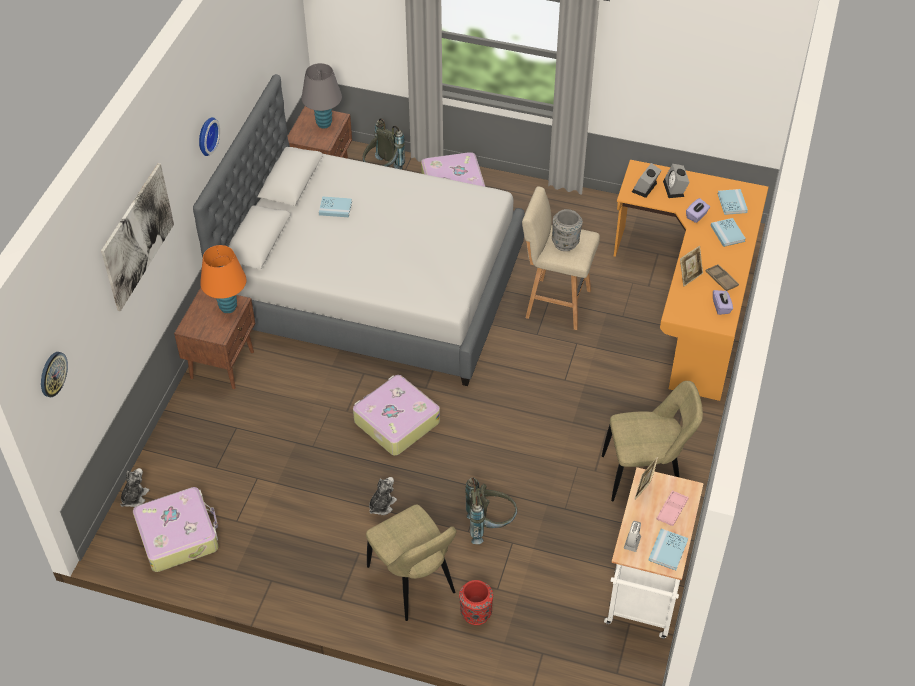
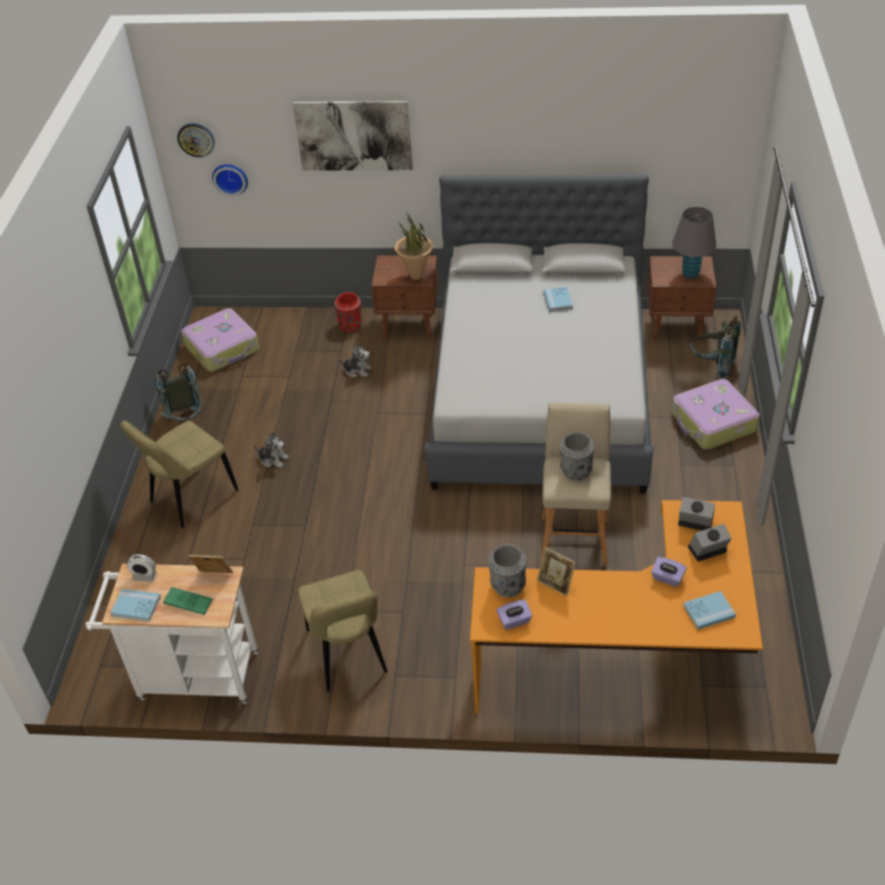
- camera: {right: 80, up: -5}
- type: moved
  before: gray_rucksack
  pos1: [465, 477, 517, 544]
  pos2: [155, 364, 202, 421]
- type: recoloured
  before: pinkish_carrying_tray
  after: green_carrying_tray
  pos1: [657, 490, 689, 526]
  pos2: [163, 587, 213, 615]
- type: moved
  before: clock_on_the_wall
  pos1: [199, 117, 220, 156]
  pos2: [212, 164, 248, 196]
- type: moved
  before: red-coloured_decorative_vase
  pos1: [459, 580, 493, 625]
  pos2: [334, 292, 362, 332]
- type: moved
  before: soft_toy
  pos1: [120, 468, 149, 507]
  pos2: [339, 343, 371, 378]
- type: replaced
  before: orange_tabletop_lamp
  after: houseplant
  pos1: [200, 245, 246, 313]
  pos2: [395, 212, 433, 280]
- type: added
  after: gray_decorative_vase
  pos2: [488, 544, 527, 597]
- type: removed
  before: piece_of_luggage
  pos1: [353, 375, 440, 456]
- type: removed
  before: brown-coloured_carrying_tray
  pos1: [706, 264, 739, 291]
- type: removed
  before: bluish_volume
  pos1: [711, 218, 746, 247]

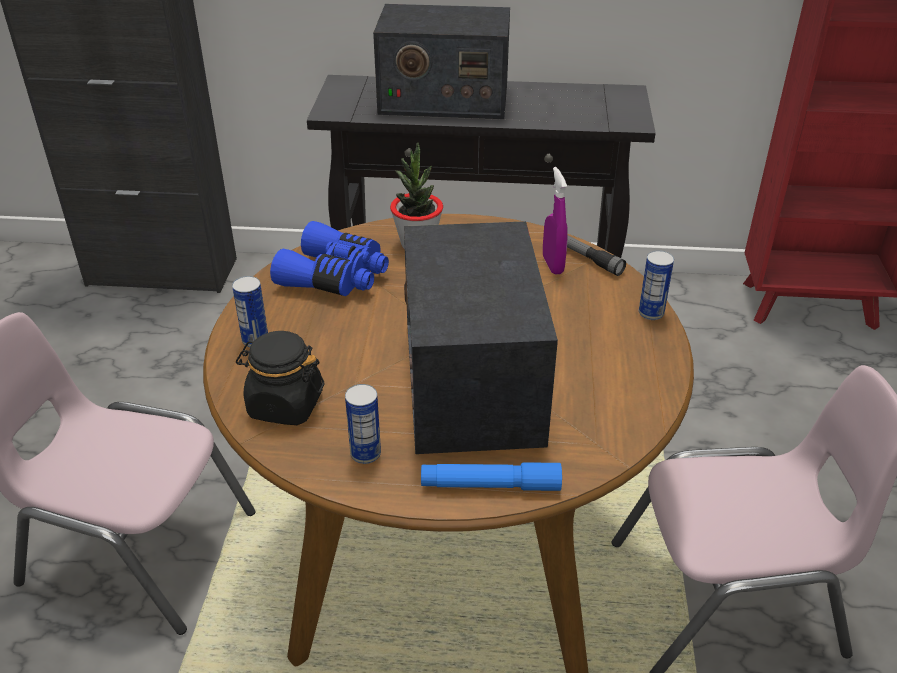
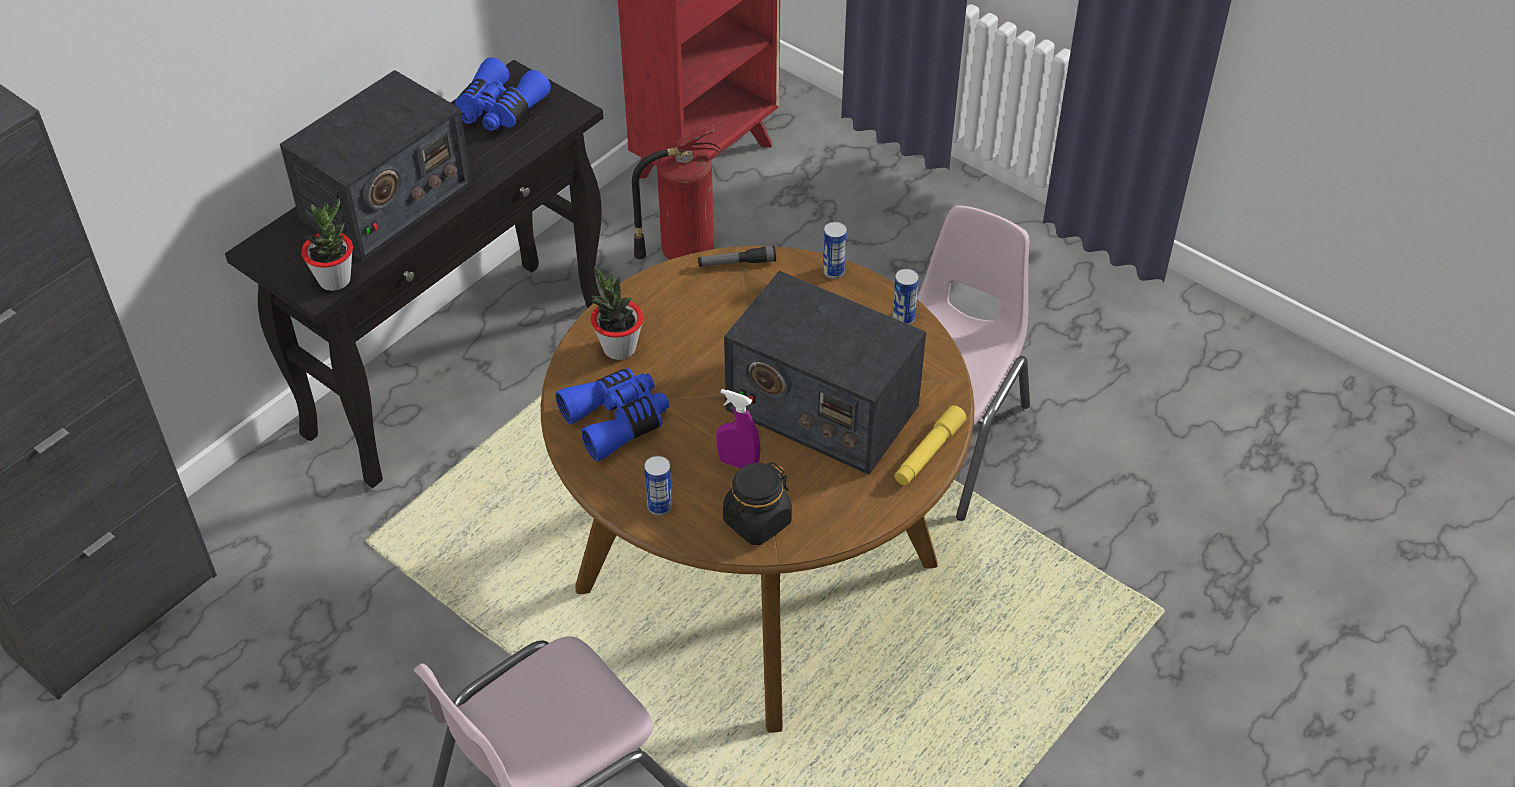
- camera: {right: -55, up: 10}
- type: added
  after: houseplant
  pos2: [301, 199, 353, 291]
- type: added
  after: bluish_field_glasses
  pos2: [455, 57, 551, 131]
- type: added
  after: fire-fighting_cylinder
  pos2: [632, 125, 722, 260]
- type: moved
  before: purple-coloured_sprayer
  pos1: [543, 167, 568, 275]
  pos2: [716, 389, 761, 469]
- type: moved
  before: sealed_can
  pos1: [345, 384, 381, 464]
  pos2: [892, 269, 919, 325]
- type: recoloured
  before: bluish_flashlight
  after: yellow-coloured_flashlight
  pos1: [421, 462, 562, 491]
  pos2: [894, 405, 967, 485]

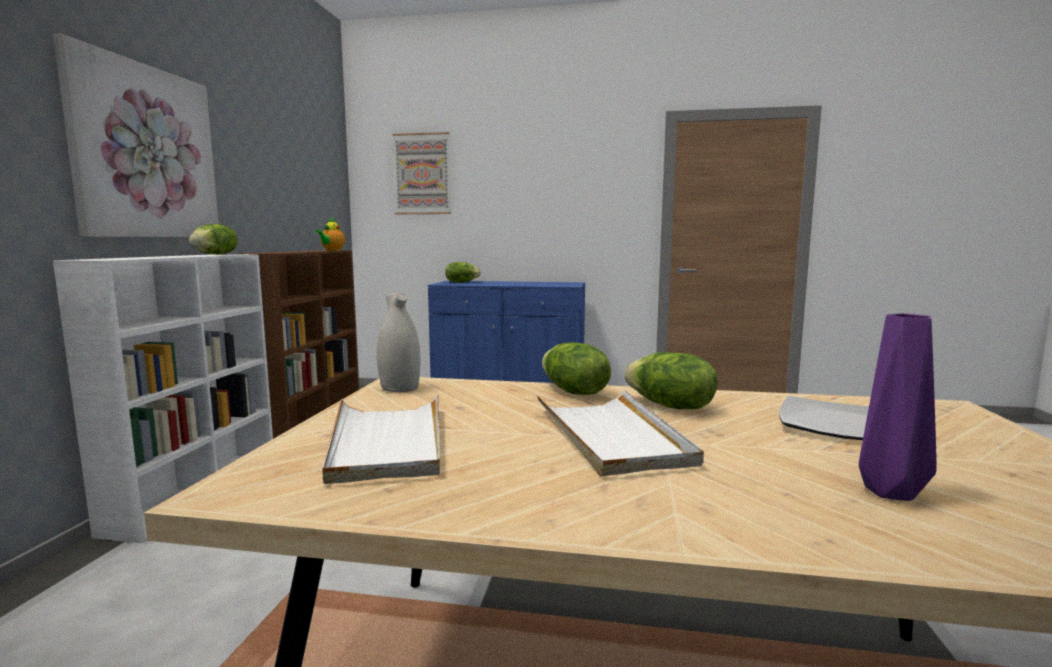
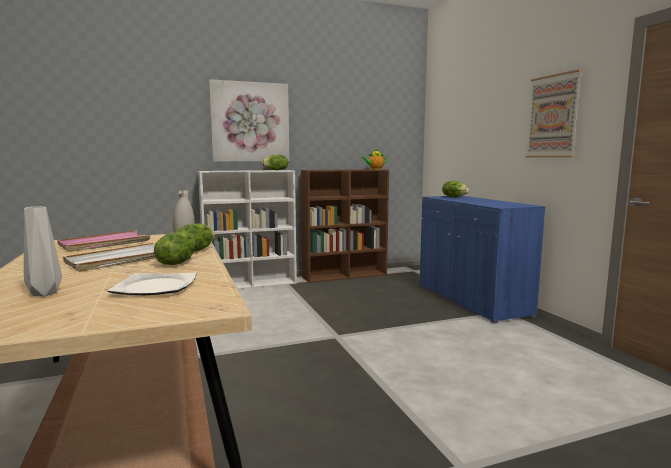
- camera: {right: 60, up: 0}
- type: recoloured
  before: purple-coloured_decorative_vase
  after: gray_decorative_vase
  pos1: [859, 313, 937, 501]
  pos2: [24, 206, 62, 296]
- type: recoloured
  before: whitish_carrying_tray
  after: pinkish_carrying_tray
  pos1: [322, 394, 440, 484]
  pos2: [57, 230, 150, 252]
- type: moved
  before: wall_art
  pos1: [392, 132, 451, 214]
  pos2: [525, 69, 582, 157]

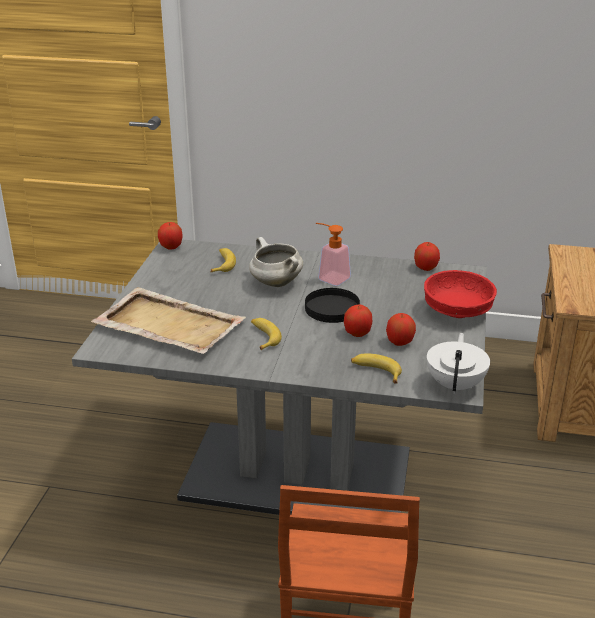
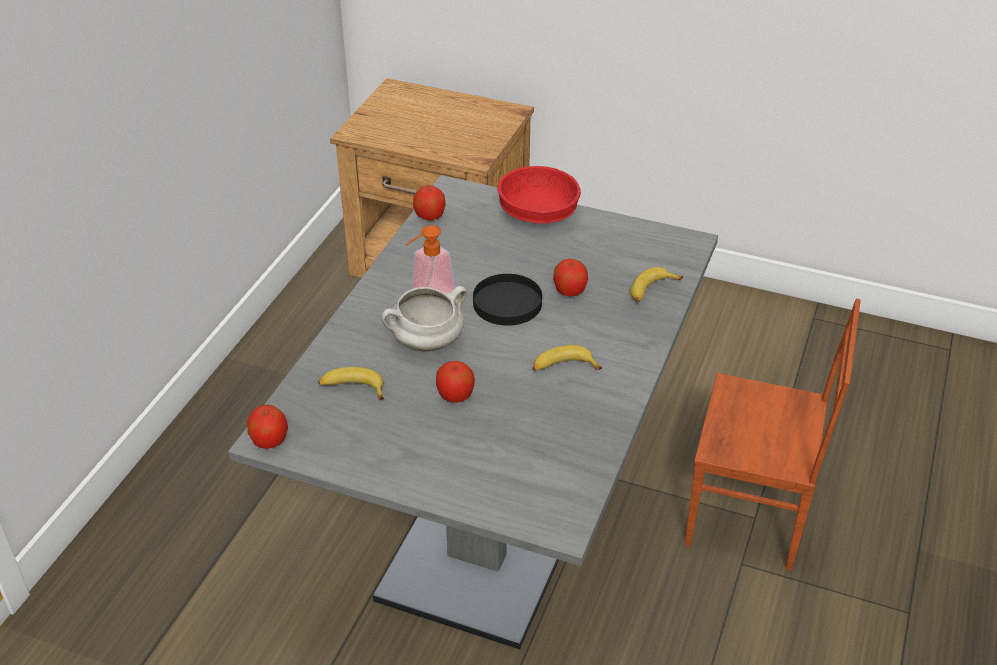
- camera: {right: -80, up: 10}
- type: moved
  before: whole_apple
  pos1: [386, 313, 416, 346]
  pos2: [436, 361, 475, 403]
- type: removed
  before: beige_carrying_tray
  pos1: [91, 287, 246, 354]
- type: removed
  before: whitish_tea_pot
  pos1: [427, 333, 490, 394]

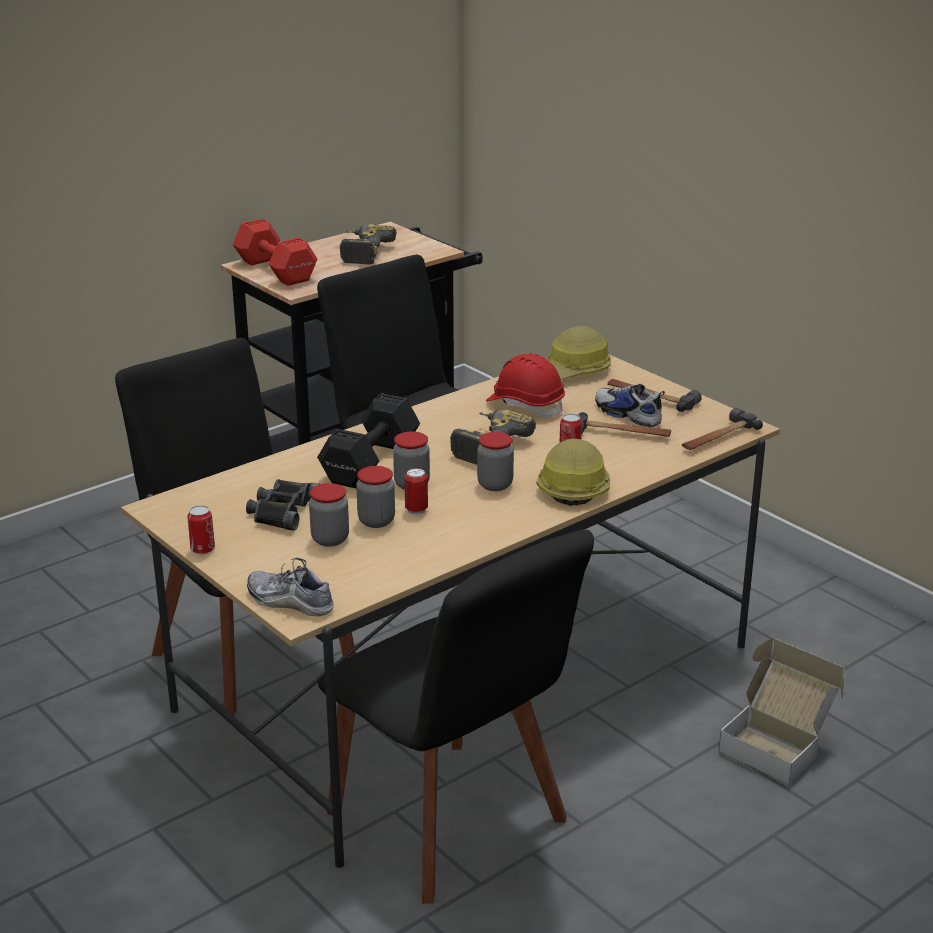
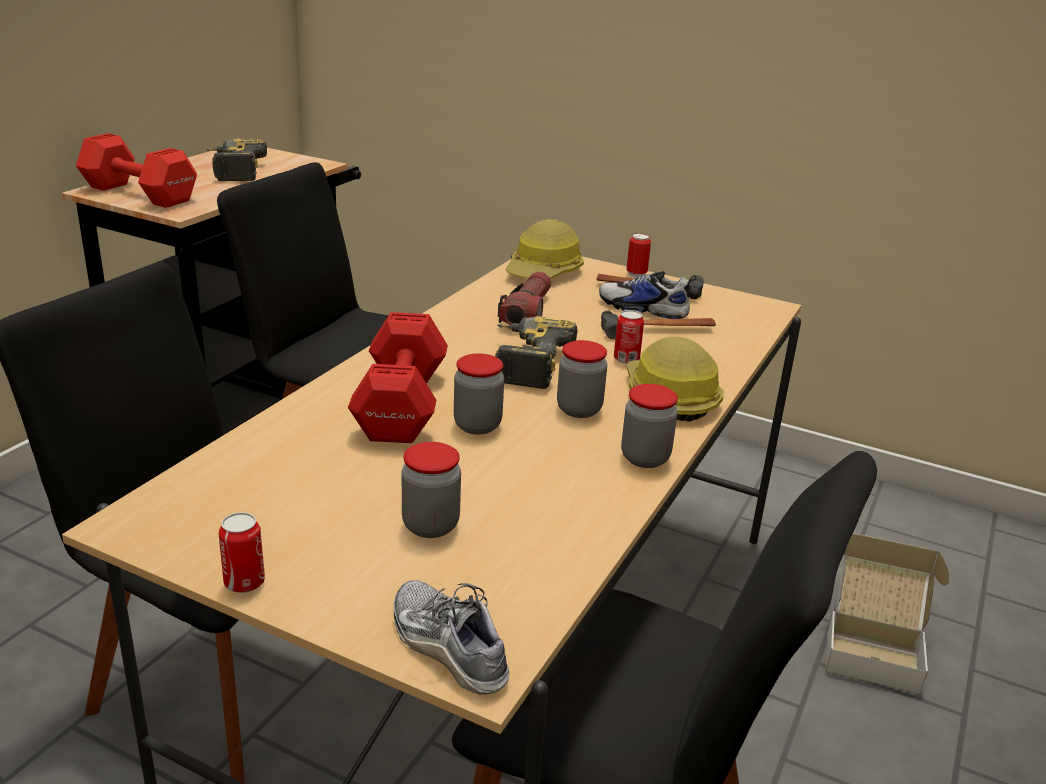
- camera: {right: -25, up: 0}
- type: recoloured
  before: blackish_dumbbell
  after: red-coloured_dumbbell
  pos1: [317, 393, 420, 489]
  pos2: [348, 312, 448, 443]
- type: turned
  before: low_shoe
  pos1: [247, 558, 334, 616]
  pos2: [394, 580, 509, 695]
  turn: 45
- type: replaced
  before: red-coloured_work_helmet
  after: flashlight
  pos1: [486, 354, 565, 417]
  pos2: [498, 271, 551, 325]
- type: moved
  before: preserve_jar
  pos1: [356, 466, 395, 528]
  pos2: [621, 384, 678, 468]
- type: moved
  before: sealed_can
  pos1: [404, 468, 428, 515]
  pos2: [626, 233, 651, 277]
- type: removed
  before: blackish_field_glasses
  pos1: [246, 479, 320, 531]
- type: removed
  before: hammer
  pos1: [682, 408, 763, 450]

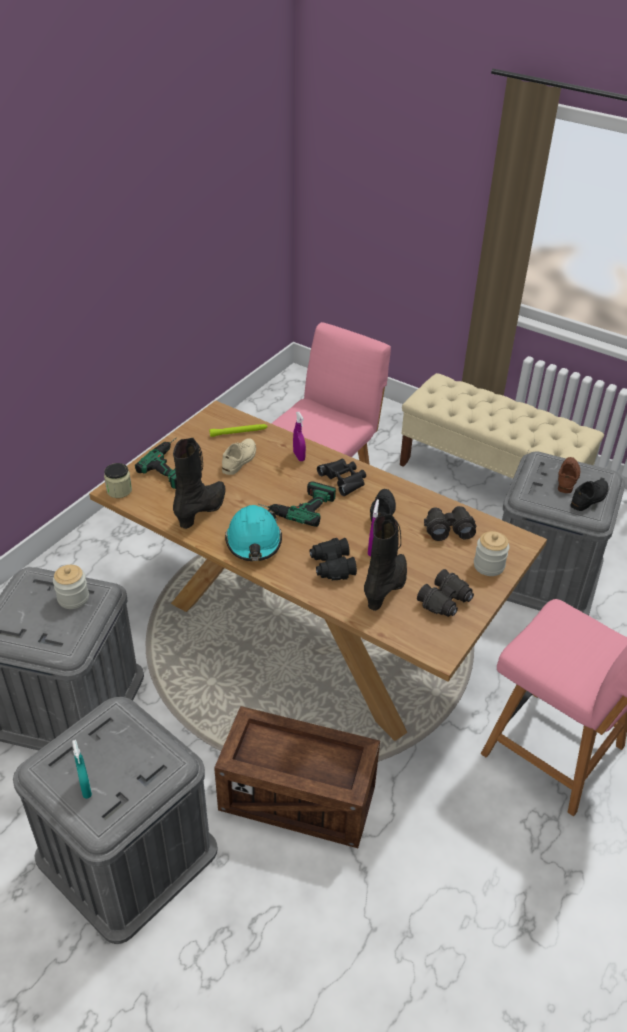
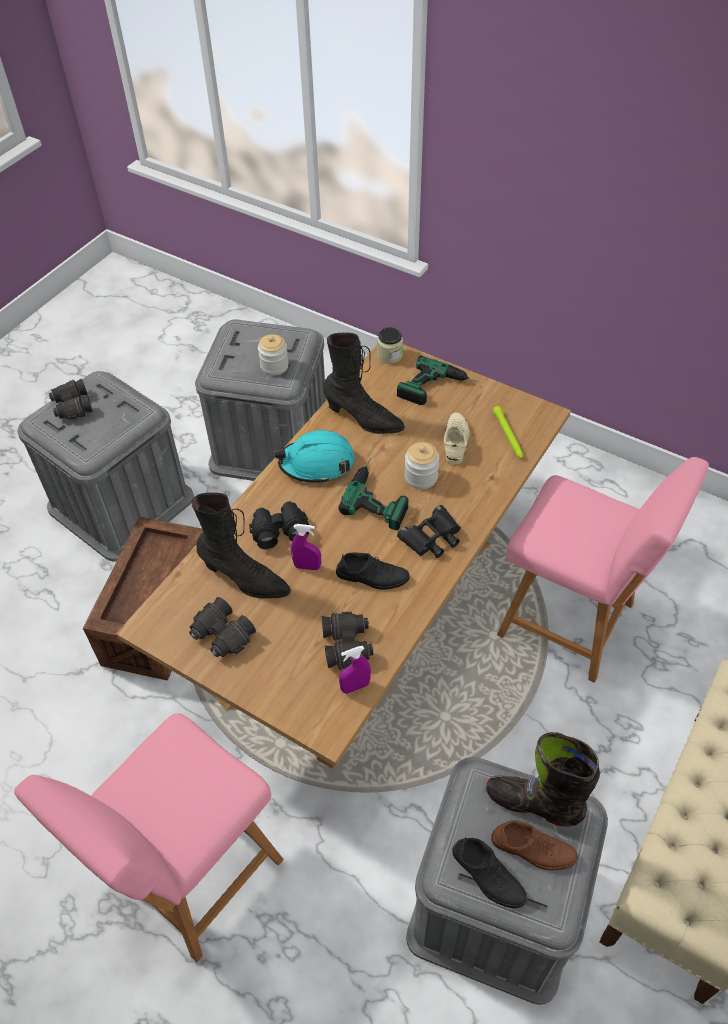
- camera: {right: 90, up: 10}
- type: replaced
  before: turquoise-coloured_sprayer
  after: blackish_field_glasses
  pos1: [72, 740, 92, 799]
  pos2: [49, 378, 93, 420]
- type: moved
  before: purple-coloured_sprayer
  pos1: [293, 412, 306, 461]
  pos2: [339, 646, 371, 694]
- type: moved
  before: preserve_jar
  pos1: [474, 531, 510, 576]
  pos2: [405, 442, 439, 489]
- type: turned
  before: beige_low_shoe
  pos1: [222, 438, 256, 475]
  pos2: [444, 412, 469, 464]
  turn: -105
- type: added
  after: blackish_boot
  pos2: [486, 732, 601, 827]

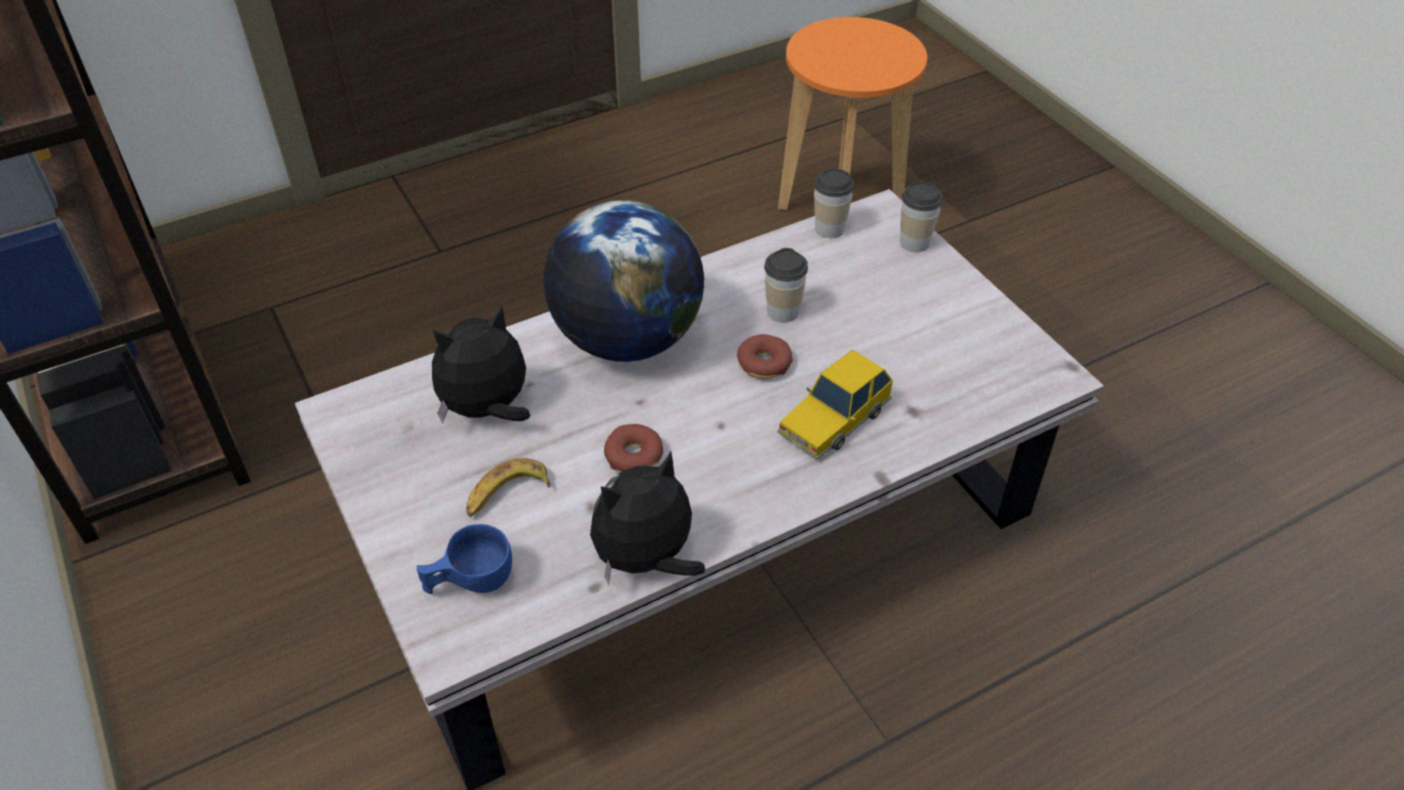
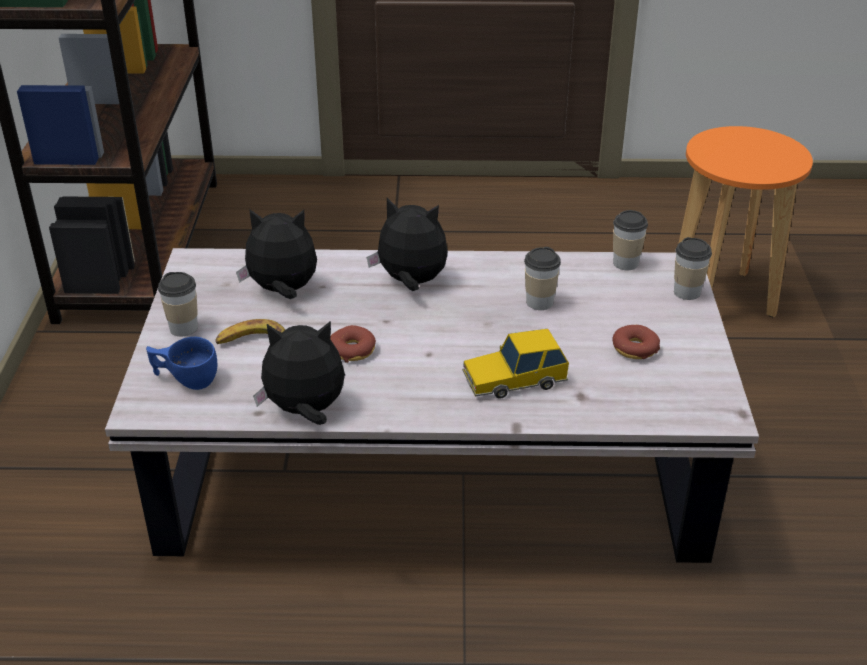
- camera: {right: 30, up: -10}
- type: added
  after: drinking_cup
  pos2: [158, 272, 198, 336]
- type: replaced
  before: globe
  after: soft_toy
  pos1: [544, 200, 704, 362]
  pos2: [366, 198, 448, 291]
- type: moved
  before: donut
  pos1: [737, 334, 793, 379]
  pos2: [612, 325, 660, 359]

